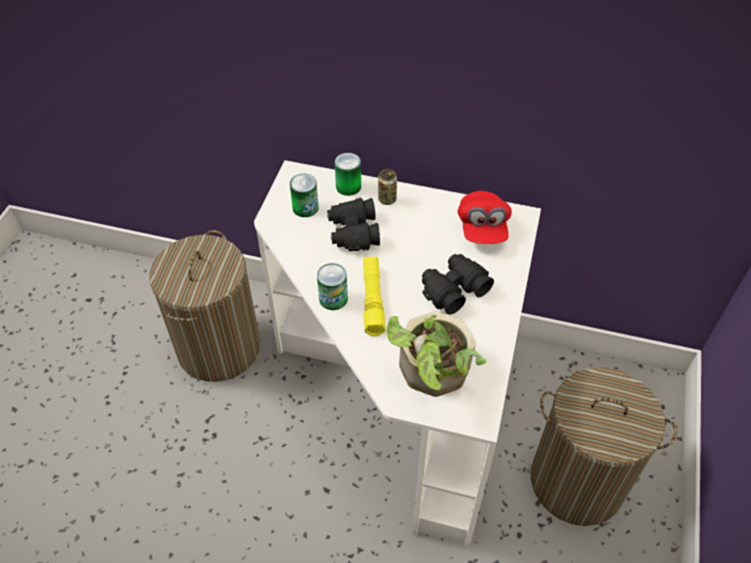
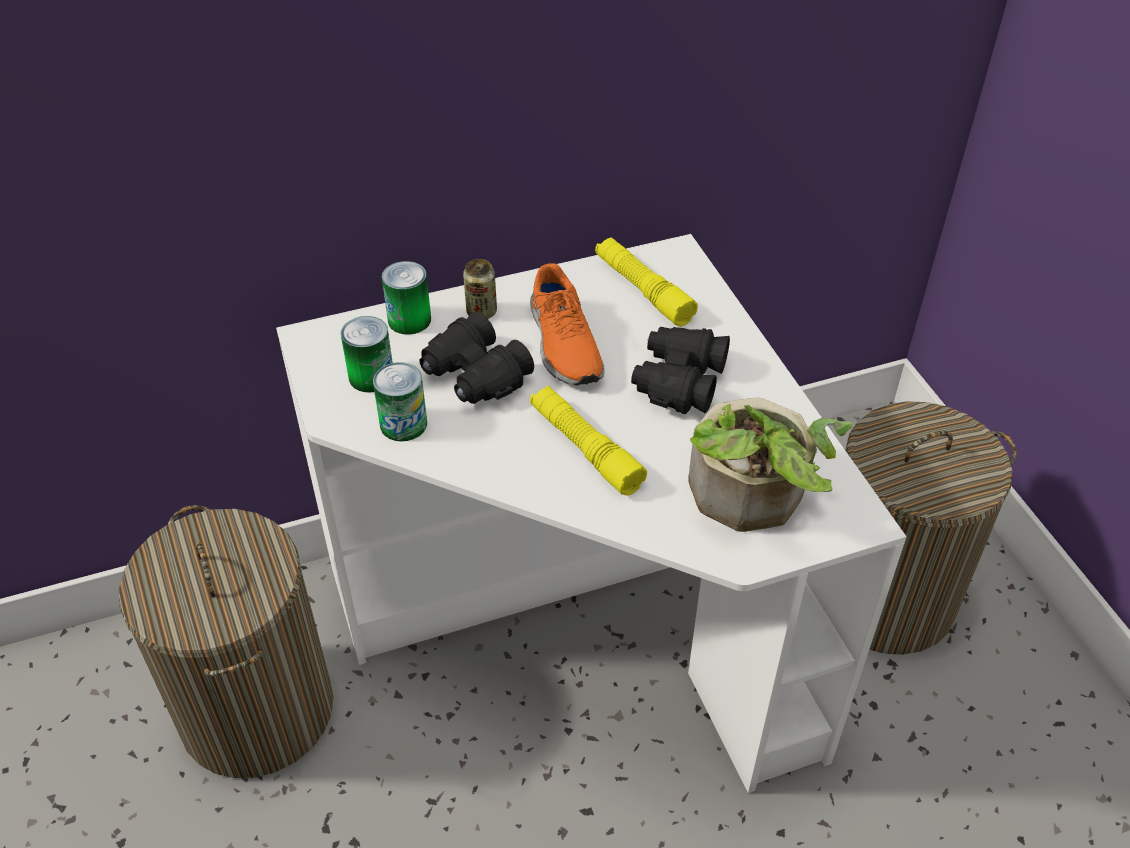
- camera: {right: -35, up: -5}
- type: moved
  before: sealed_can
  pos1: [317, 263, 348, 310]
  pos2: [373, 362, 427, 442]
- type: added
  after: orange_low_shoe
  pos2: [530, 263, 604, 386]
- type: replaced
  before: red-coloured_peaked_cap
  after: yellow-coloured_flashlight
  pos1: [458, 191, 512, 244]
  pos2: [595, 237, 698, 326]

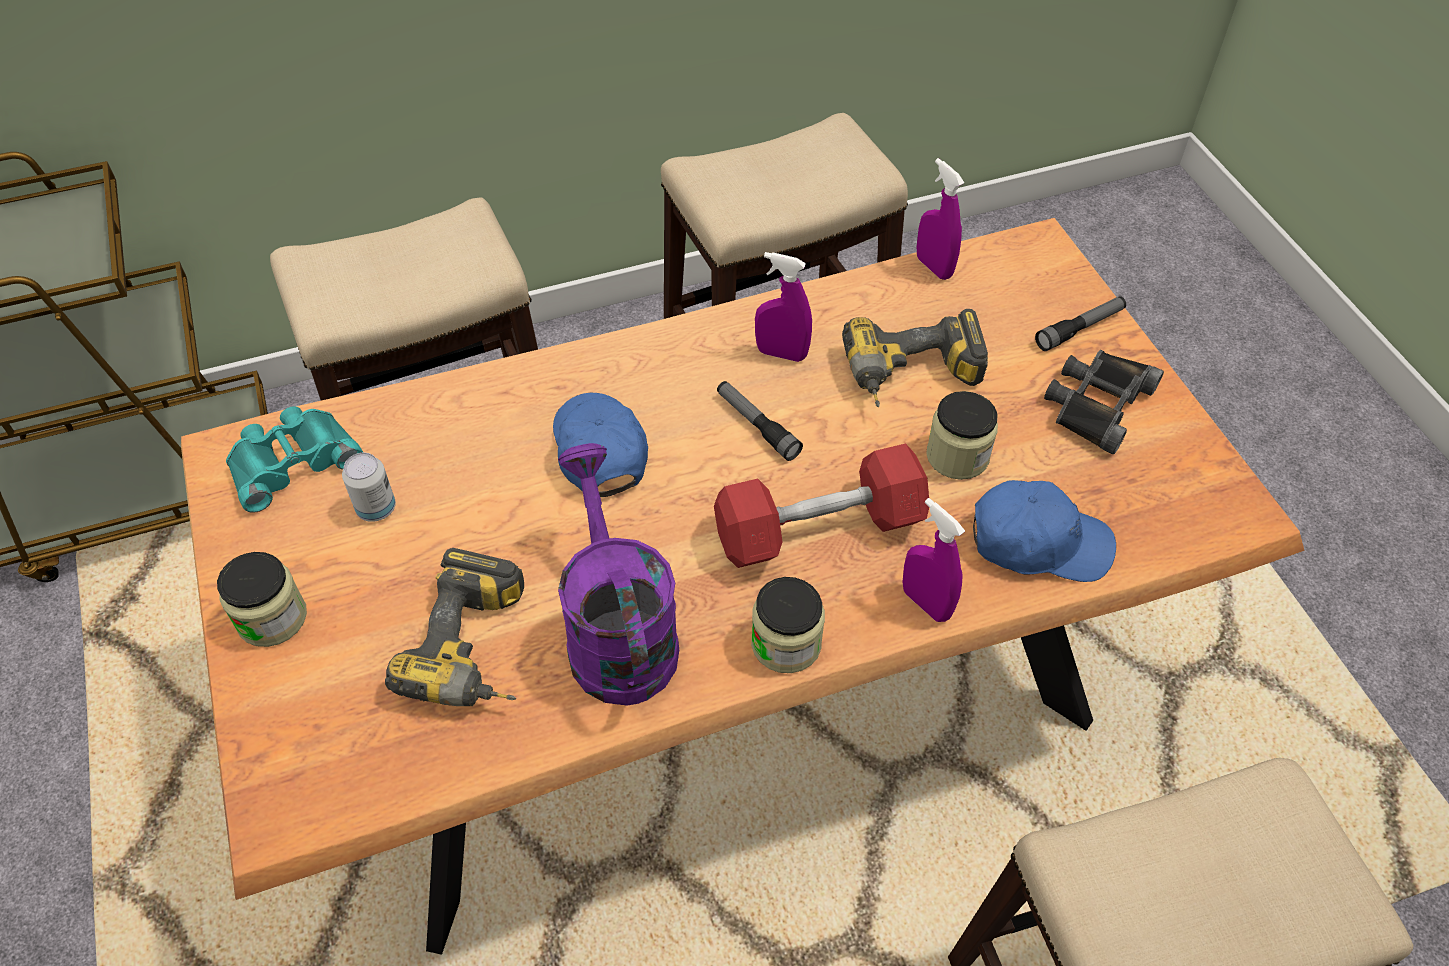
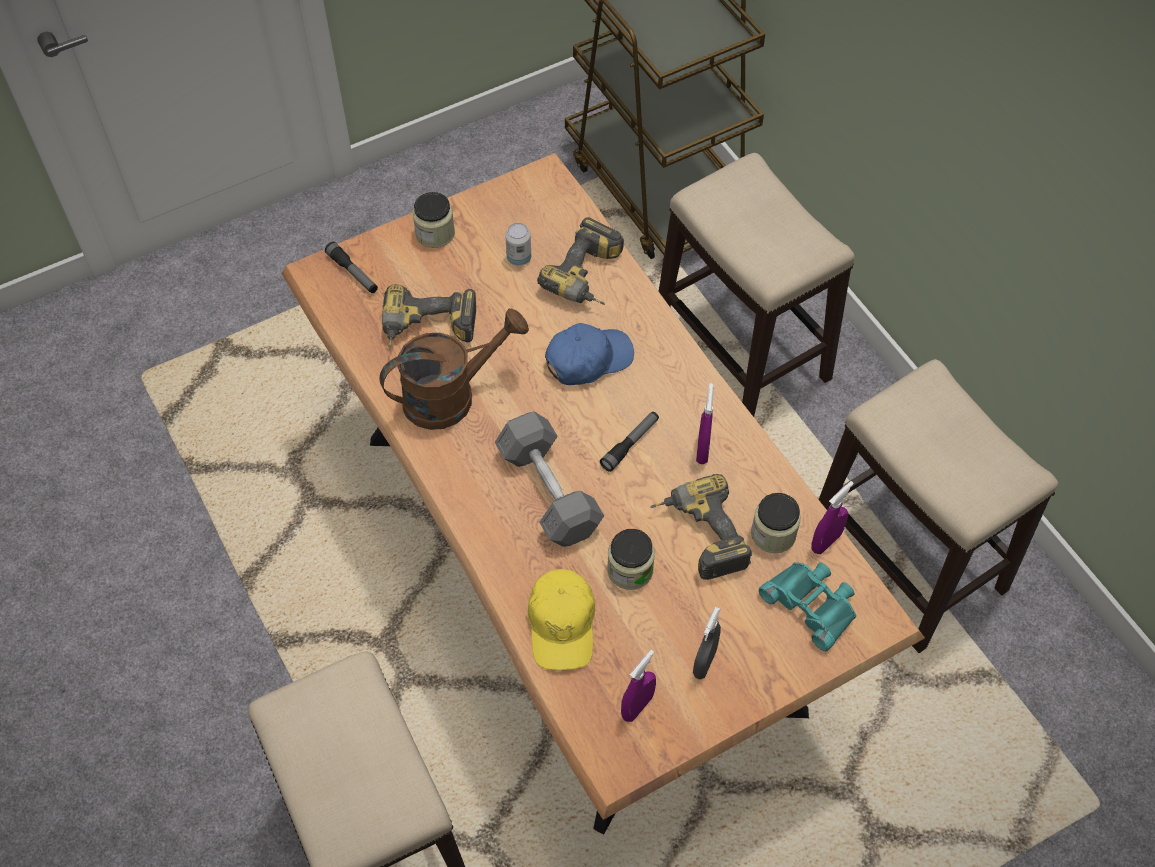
- camera: {right: 80, up: 5}
- type: moved
  before: flashlight
  pos1: [1035, 296, 1126, 351]
  pos2: [325, 242, 378, 293]
- type: recoloured
  before: purple-coloured_sprinkling_can
  after: brown-coloured_sprinkling_can
  pos1: [558, 443, 679, 705]
  pos2: [379, 308, 529, 430]
- type: recoloured
  before: red-coloured_dumbbell
  after: gray_dumbbell
  pos1: [714, 443, 929, 568]
  pos2: [495, 411, 604, 547]
- type: recoloured
  before: bluish_peaked_cap
  after: yellow-coloured_peaked_cap
  pos1: [973, 480, 1116, 582]
  pos2: [528, 569, 595, 670]
- type: added
  after: drill
  pos2: [537, 217, 624, 305]
- type: moved
  before: purple-coloured_sprayer
  pos1: [903, 498, 965, 622]
  pos2: [621, 650, 656, 722]
- type: replaced
  before: blackish_field_glasses
  after: gray_sprayer
  pos1: [1044, 350, 1164, 454]
  pos2: [693, 607, 721, 679]
- type: moved
  before: preserve_jar
  pos1: [751, 577, 825, 673]
  pos2: [751, 493, 801, 553]
- type: moved
  before: turquoise-coloured_field_glasses
  pos1: [226, 406, 364, 513]
  pos2: [759, 562, 856, 651]

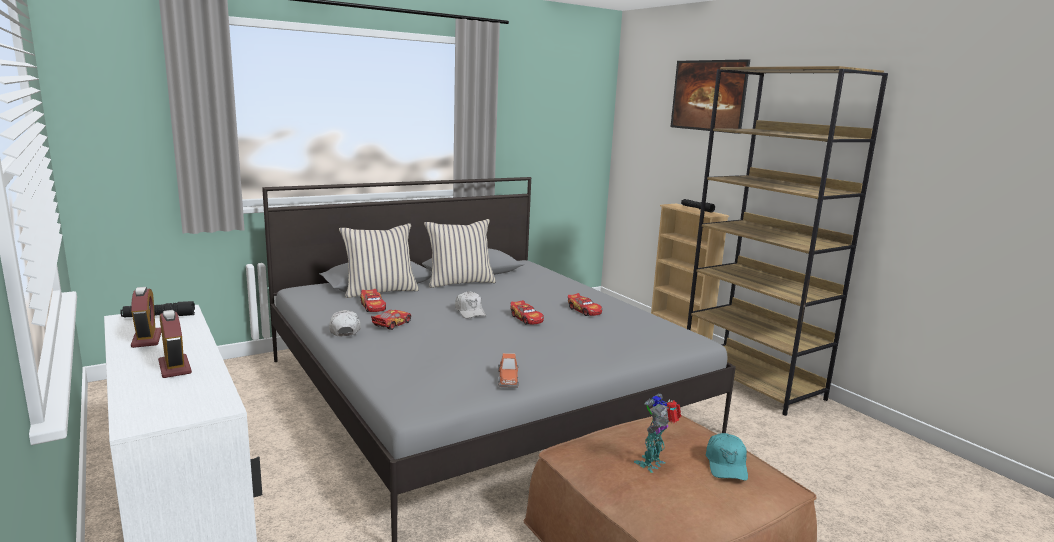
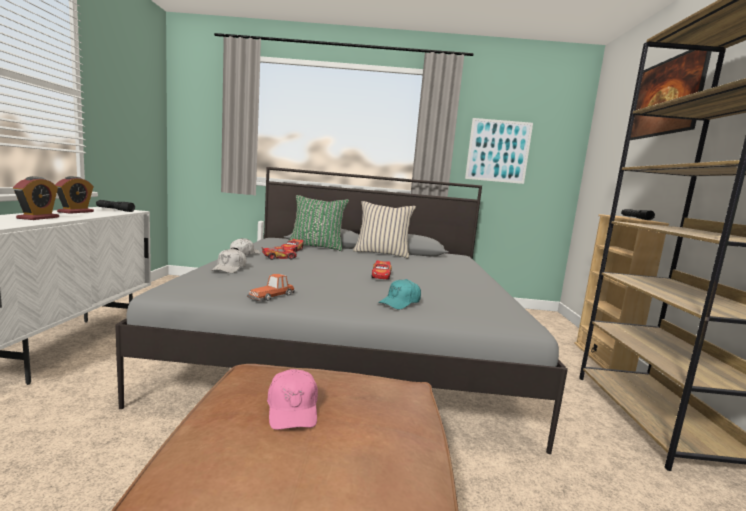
- camera: {right: 35, up: -5}
- type: moved
  before: whitish_peaked_cap
  pos1: [455, 291, 486, 318]
  pos2: [211, 248, 246, 273]
- type: replaced
  before: toy_robot
  after: pinkish_peaked_cap
  pos1: [634, 394, 681, 473]
  pos2: [267, 369, 318, 430]
- type: recoloured
  before: beige_cushion
  after: green_cushion
  pos1: [339, 223, 419, 298]
  pos2: [289, 195, 349, 251]
- type: moved
  before: turquoise-coloured_peaked_cap
  pos1: [705, 433, 748, 481]
  pos2: [378, 279, 421, 309]
- type: added
  after: wall_art
  pos2: [465, 118, 533, 184]
- type: removed
  before: toy_car
  pos1: [568, 293, 602, 316]

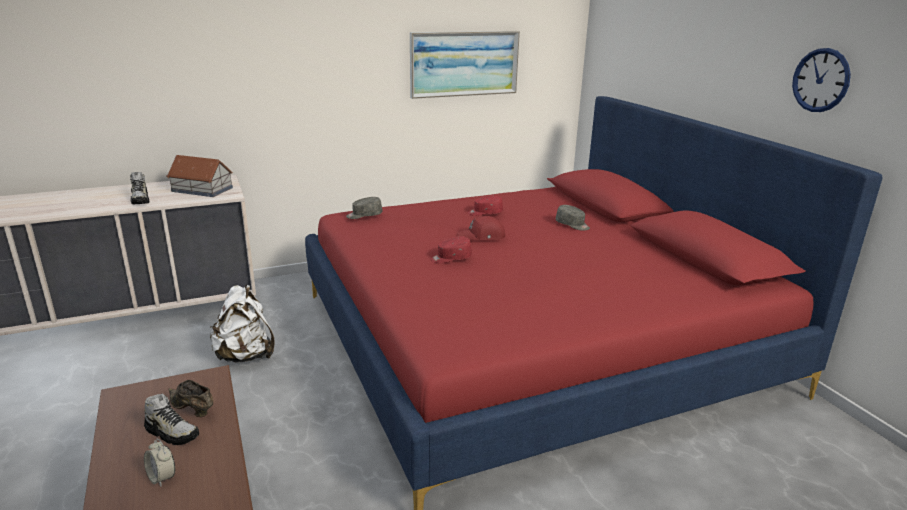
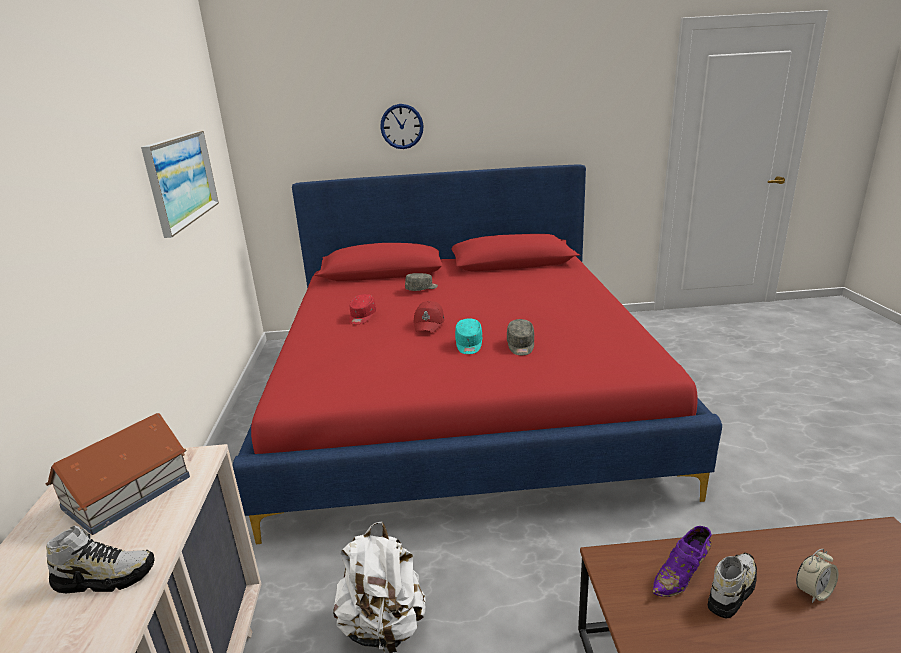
- camera: {right: -70, up: 0}
- type: moved
  before: clock_on_the_wall
  pos1: [792, 48, 851, 112]
  pos2: [380, 104, 424, 149]
- type: recoloured
  before: red-coloured_peaked_cap
  after: turquoise-coloured_peaked_cap
  pos1: [430, 236, 472, 263]
  pos2: [455, 318, 482, 354]
- type: moved
  before: gray_peaked_cap
  pos1: [346, 197, 383, 219]
  pos2: [507, 319, 534, 355]
- type: recoloured
  before: brown-coloured_low_shoe
  after: purple-coloured_low_shoe
  pos1: [168, 380, 213, 417]
  pos2: [653, 526, 712, 597]

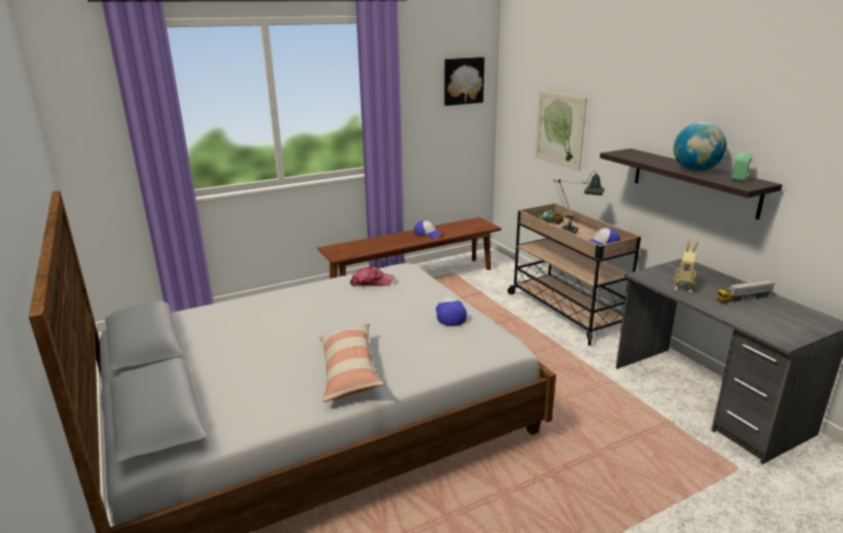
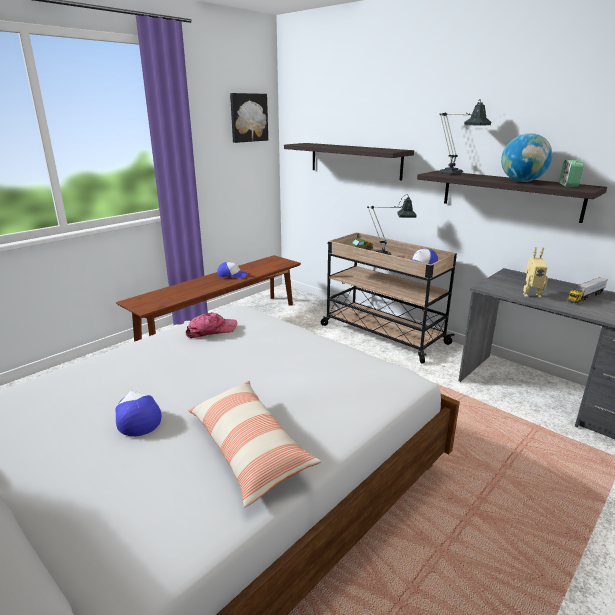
- camera: {right: -20, up: 0}
- type: moved
  before: peaked_cap
  pos1: [436, 296, 467, 326]
  pos2: [115, 391, 161, 436]
- type: replaced
  before: wall_art
  after: shelf
  pos1: [535, 91, 587, 171]
  pos2: [284, 143, 414, 180]
- type: added
  after: tabletop_lamp
  pos2: [439, 99, 492, 174]

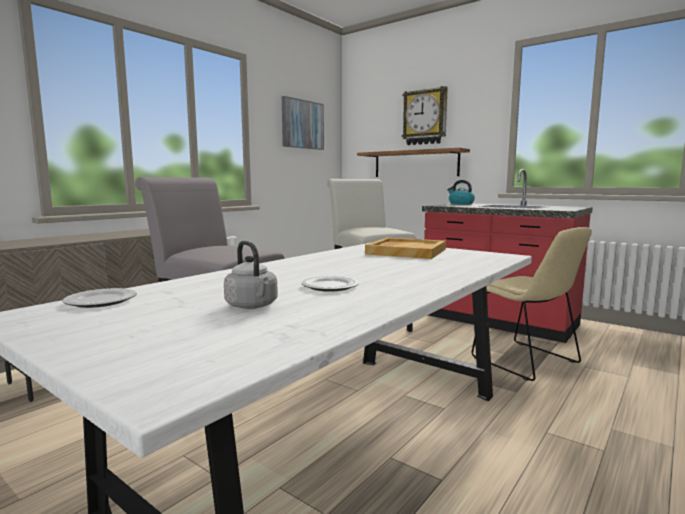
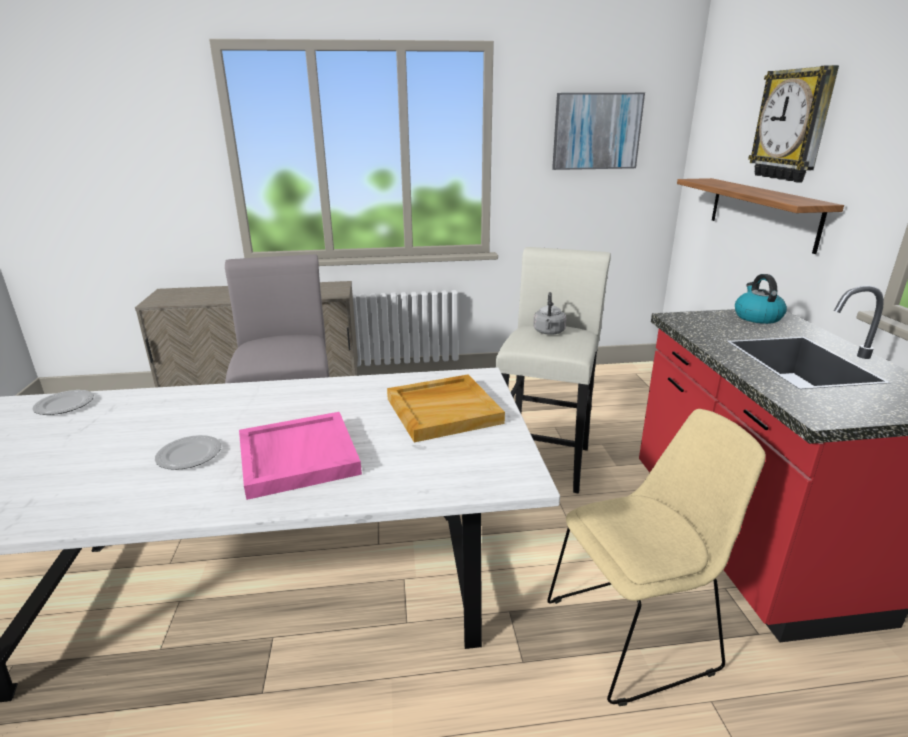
- camera: {right: 45, up: 15}
- type: added
  after: pinkish_carrying_tray
  pos2: [239, 412, 362, 500]
- type: moved
  before: gray_kettle
  pos1: [224, 241, 278, 309]
  pos2: [533, 292, 566, 335]
- type: turned
  before: beige_chair
  pos1: [472, 227, 592, 381]
  pos2: [547, 409, 766, 706]
  turn: -120

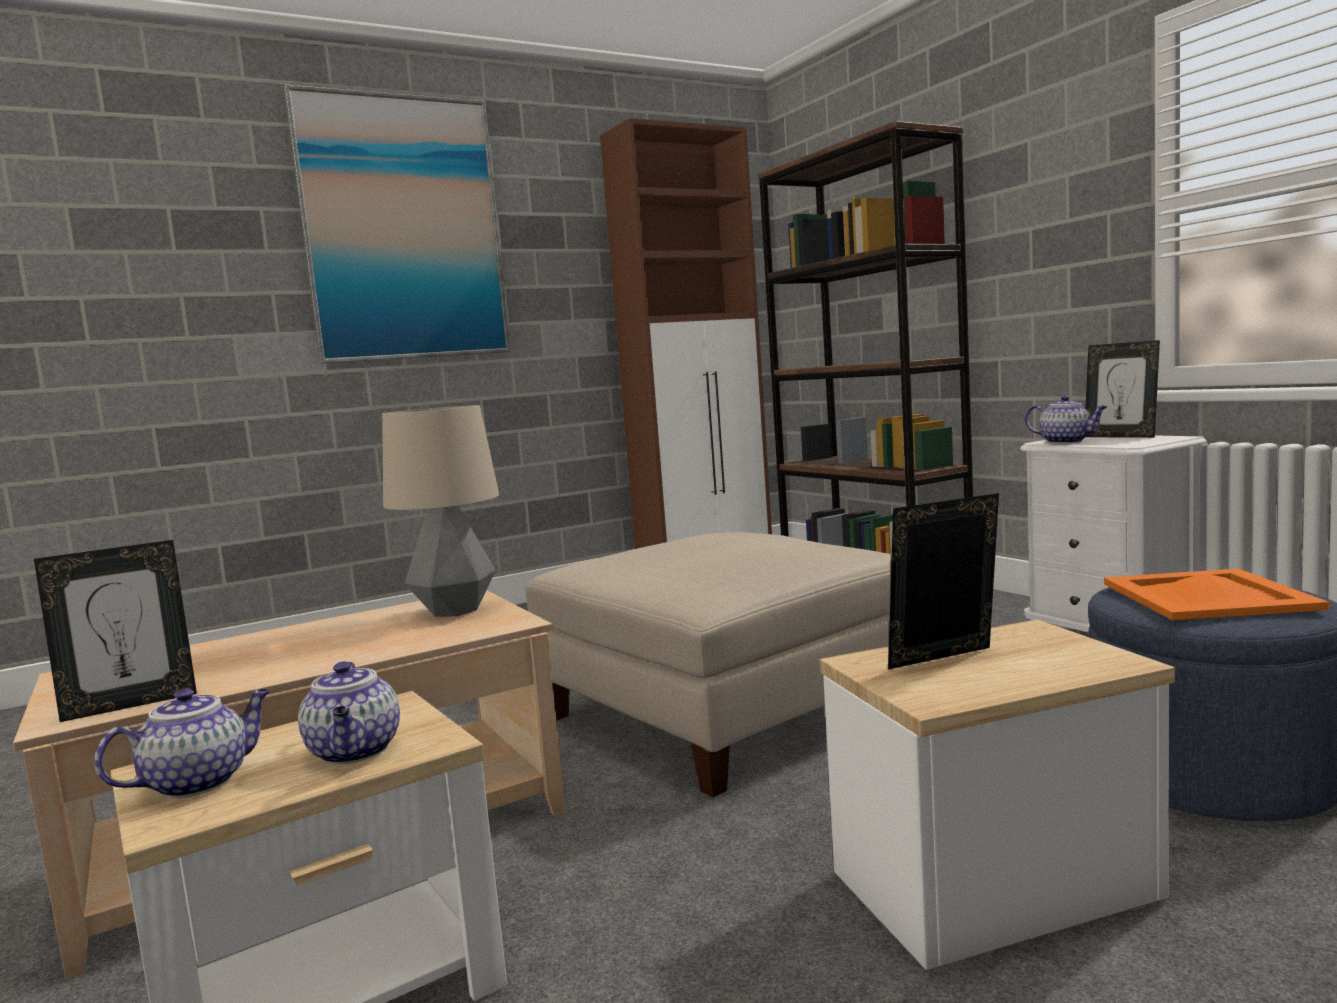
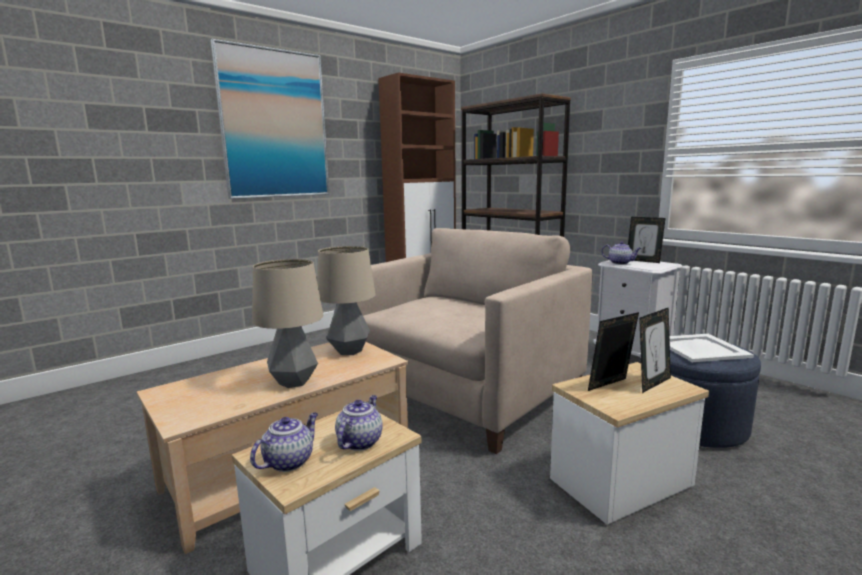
- camera: {right: -10, up: 5}
- type: added
  after: tabletop_lamp
  pos2: [252, 259, 323, 388]
- type: turned
  before: tea_pot
  pos1: [298, 661, 400, 764]
  pos2: [335, 395, 382, 451]
  turn: -135
- type: replaced
  before: beige_footrest
  after: beige_lounge_chair
  pos1: [525, 532, 892, 797]
  pos2: [356, 228, 592, 454]
- type: moved
  before: standing_frame
  pos1: [34, 540, 197, 722]
  pos2: [639, 307, 671, 393]
- type: recoloured
  before: orange_carrying_tray
  after: whitish_carrying_tray
  pos1: [1104, 569, 1329, 620]
  pos2: [669, 334, 754, 362]

